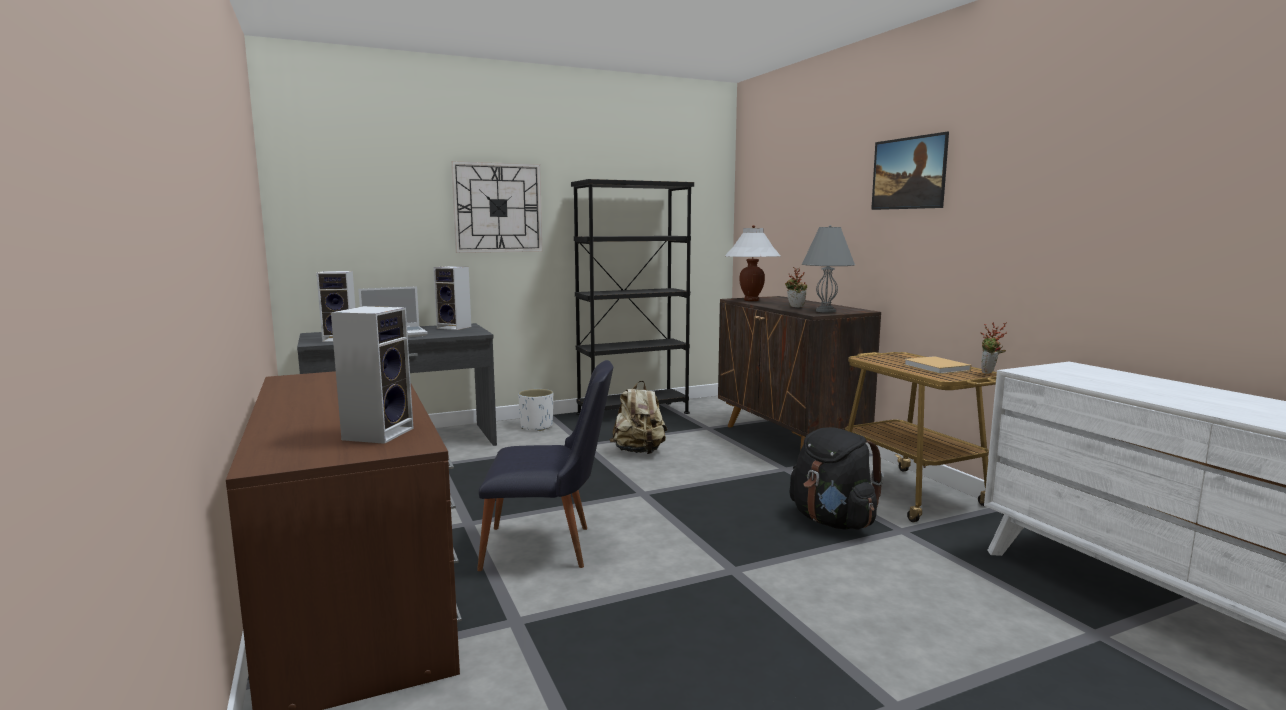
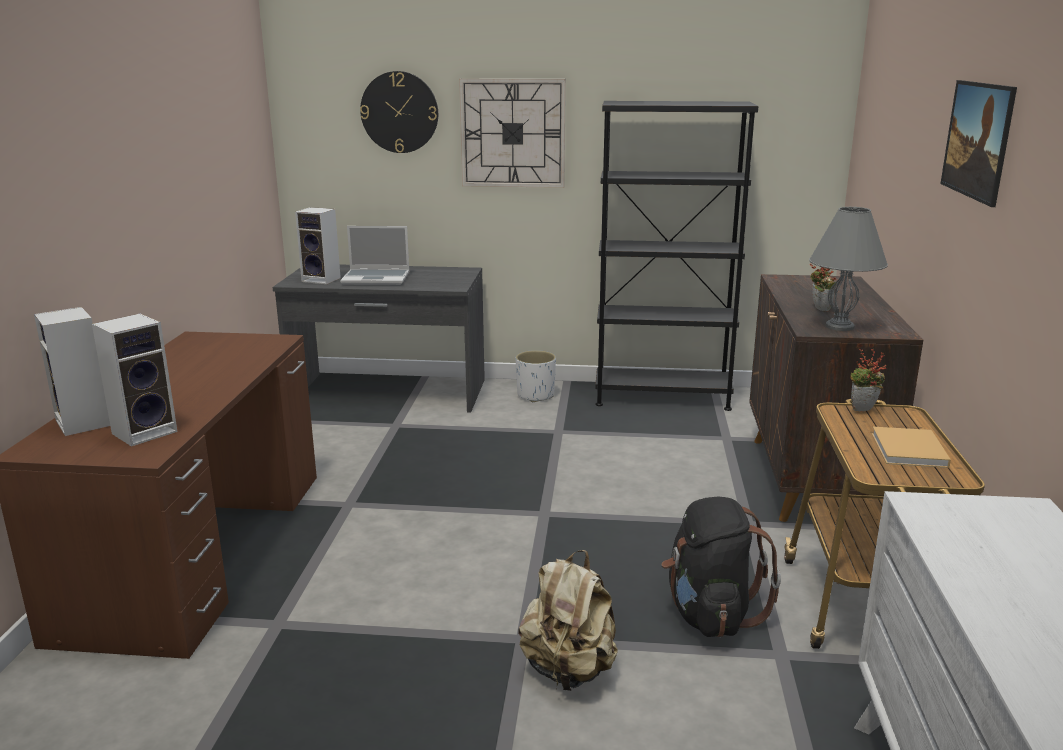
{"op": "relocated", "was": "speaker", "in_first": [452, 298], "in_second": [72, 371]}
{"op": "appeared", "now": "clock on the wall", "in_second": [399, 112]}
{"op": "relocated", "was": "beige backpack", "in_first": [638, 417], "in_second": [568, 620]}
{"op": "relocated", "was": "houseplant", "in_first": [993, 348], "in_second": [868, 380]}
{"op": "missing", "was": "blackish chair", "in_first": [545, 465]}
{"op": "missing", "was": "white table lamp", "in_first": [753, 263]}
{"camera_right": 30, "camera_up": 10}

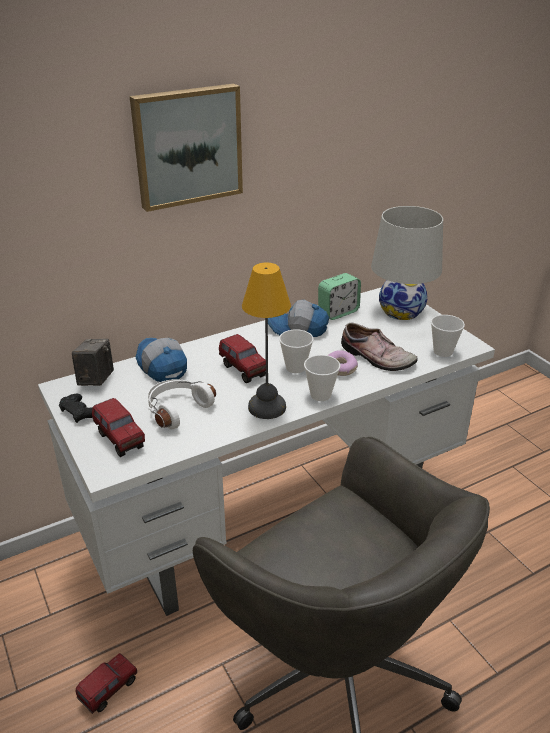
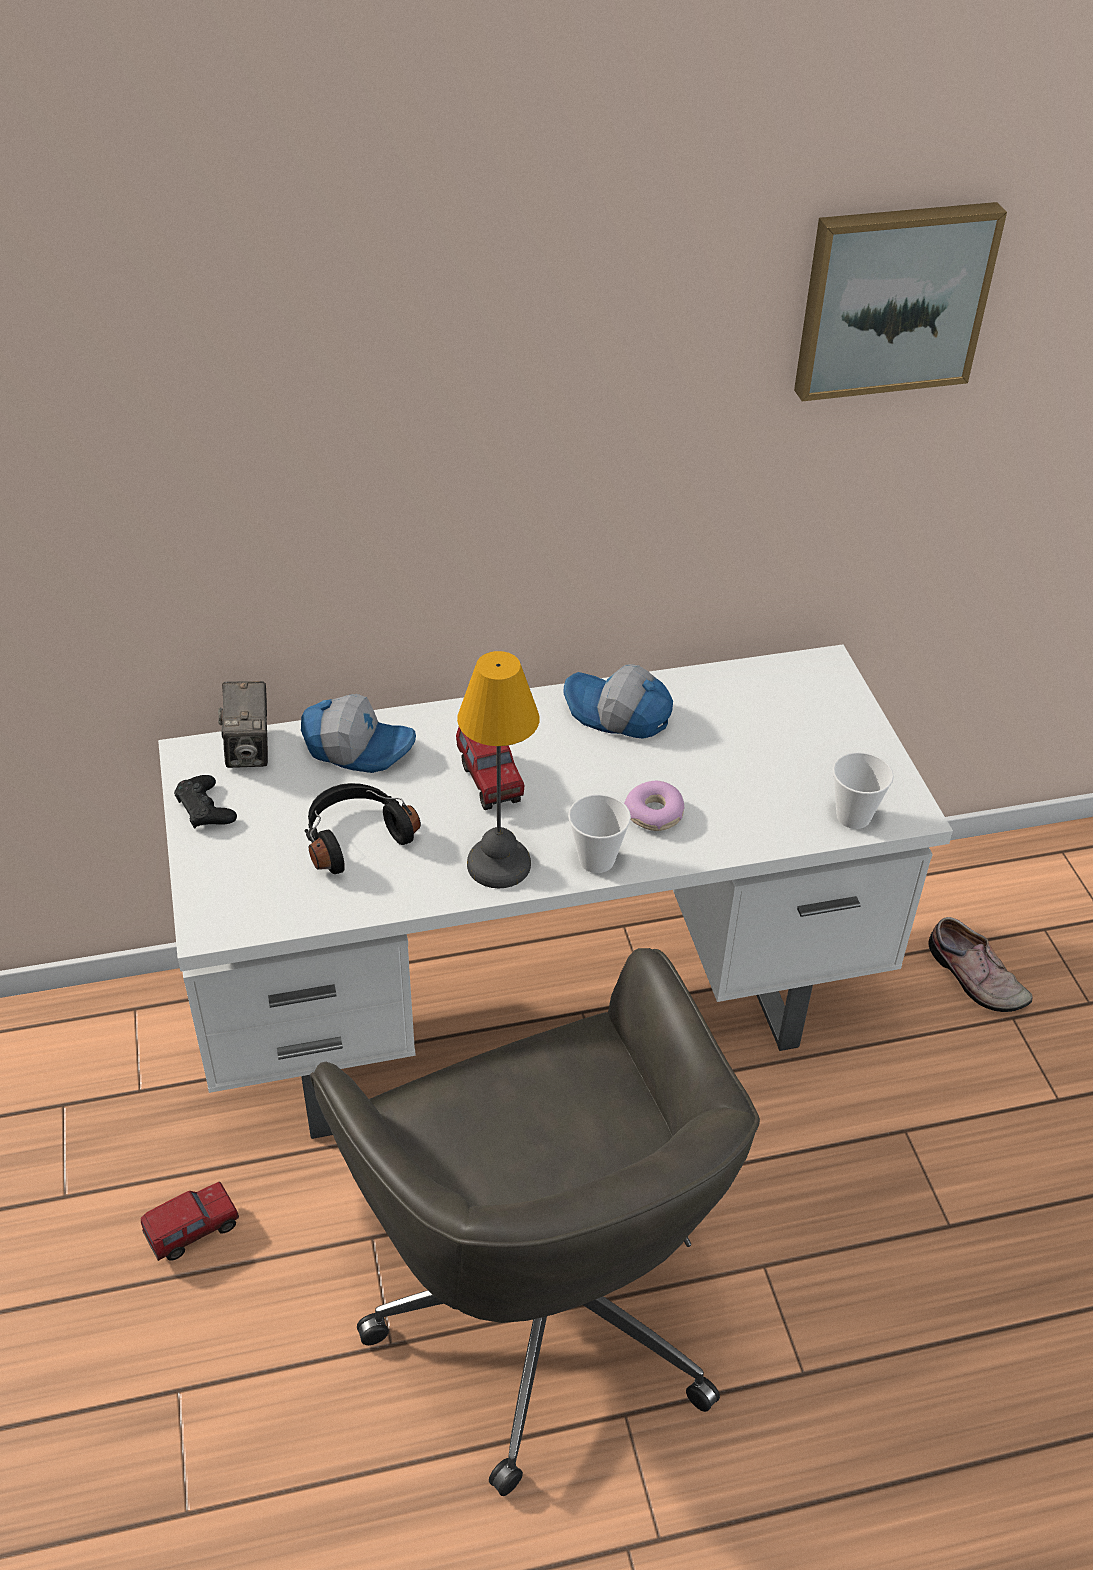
{"op": "spun", "was": "photo camera", "in_first": [93, 362], "in_second": [243, 724], "clockwise": 150}
{"op": "spun", "was": "baseball cap", "in_first": [161, 360], "in_second": [358, 733], "clockwise": 120}
{"op": "colour", "was": "white headset", "now": "blackish headset", "in_first": [182, 404], "in_second": [362, 828]}
{"op": "relocated", "was": "wall picture", "in_first": [186, 148], "in_second": [900, 301]}
{"op": "relocated", "was": "item of footwear", "in_first": [379, 347], "in_second": [980, 964]}
{"op": "missing", "was": "toy lorry", "in_first": [118, 427]}
{"op": "missing", "was": "cup", "in_first": [296, 351]}
{"op": "missing", "was": "alarm clock", "in_first": [339, 296]}
{"op": "missing", "was": "white table lamp", "in_first": [407, 263]}
{"camera_right": 15, "camera_up": 10}

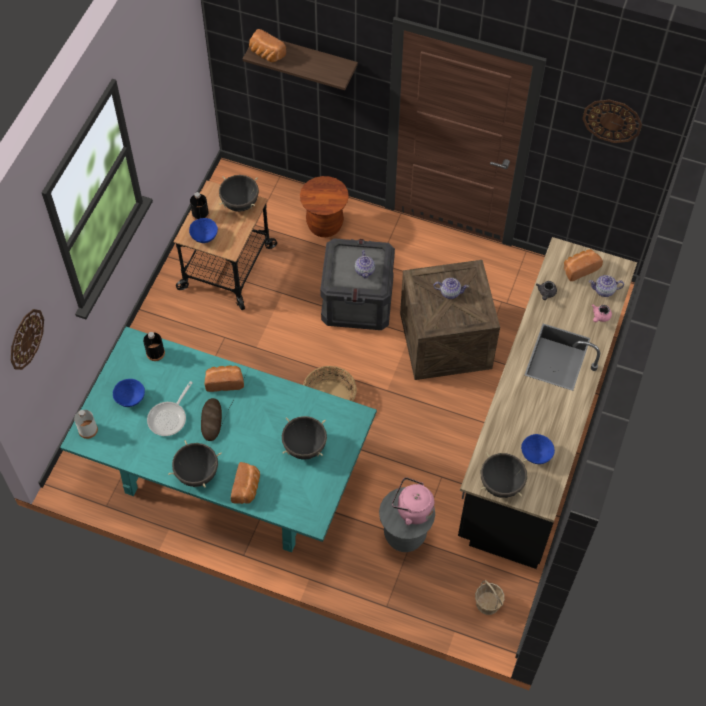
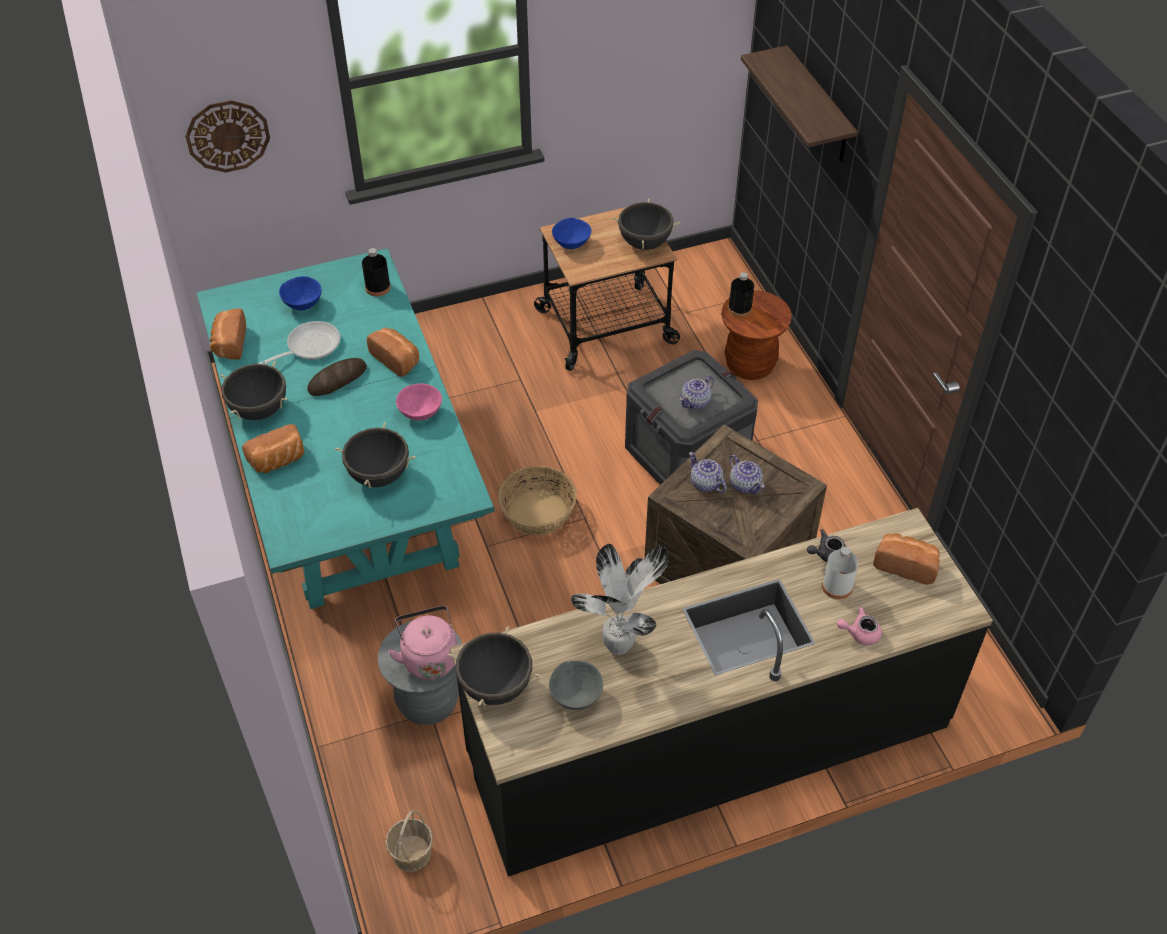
{"op": "relocated", "was": "bakery bread", "in_first": [267, 45], "in_second": [228, 334]}
{"op": "spun", "was": "skillet", "in_first": [170, 408], "in_second": [299, 342], "clockwise": 150}
{"op": "appeared", "now": "pink-coloured deep dish", "in_second": [419, 402]}
{"op": "colour", "was": "blue deep dish", "now": "gray deep dish", "in_first": [538, 449], "in_second": [576, 685]}
{"op": "appeared", "now": "houseplant", "in_second": [620, 599]}
{"op": "relocated", "was": "teapot", "in_first": [606, 286], "in_second": [708, 472]}
{"op": "relocated", "was": "blackish beverage bottle", "in_first": [199, 206], "in_second": [741, 294]}
{"op": "relocated", "was": "white beverage bottle", "in_first": [86, 424], "in_second": [840, 573]}
{"op": "missing", "was": "clock on the wall", "in_first": [612, 121]}
{"camera_right": 50, "camera_up": -10}

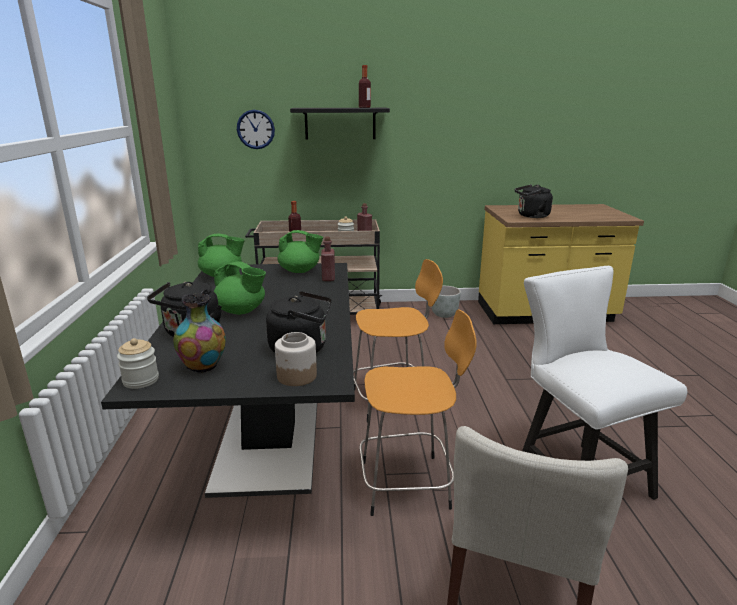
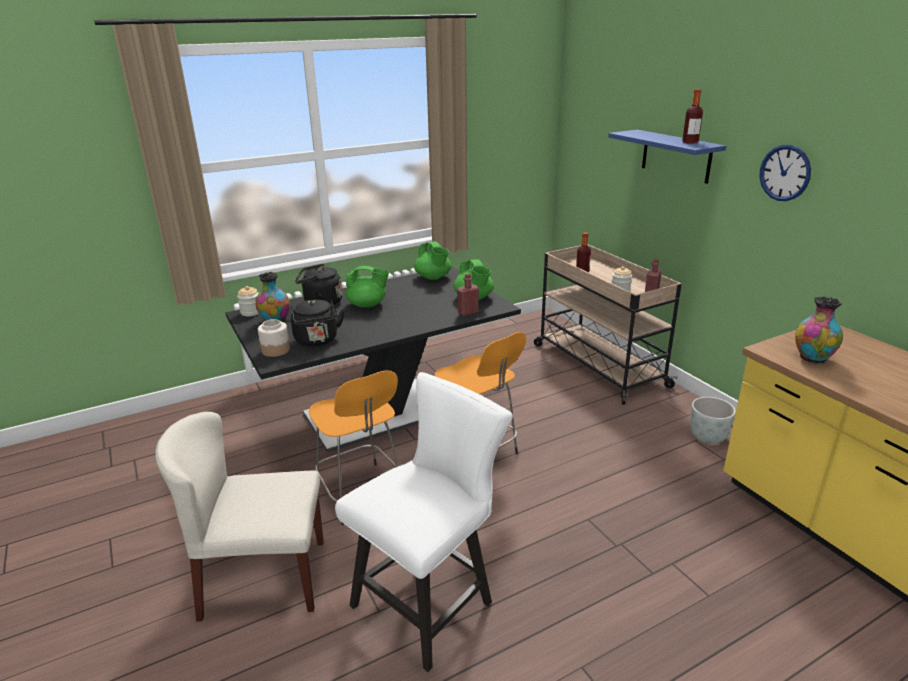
{"op": "spun", "was": "green teapot", "in_first": [240, 288], "in_second": [367, 287], "clockwise": -90}
{"op": "colour", "was": "blackish wall shelf", "now": "blue wall shelf", "in_first": [340, 124], "in_second": [667, 157]}
{"op": "relocated", "was": "clock on the wall", "in_first": [256, 129], "in_second": [785, 173]}
{"op": "exchanged", "was": "blackish tea kettle", "now": "vase", "in_first": [534, 201], "in_second": [819, 329]}
{"camera_right": 65, "camera_up": 5}

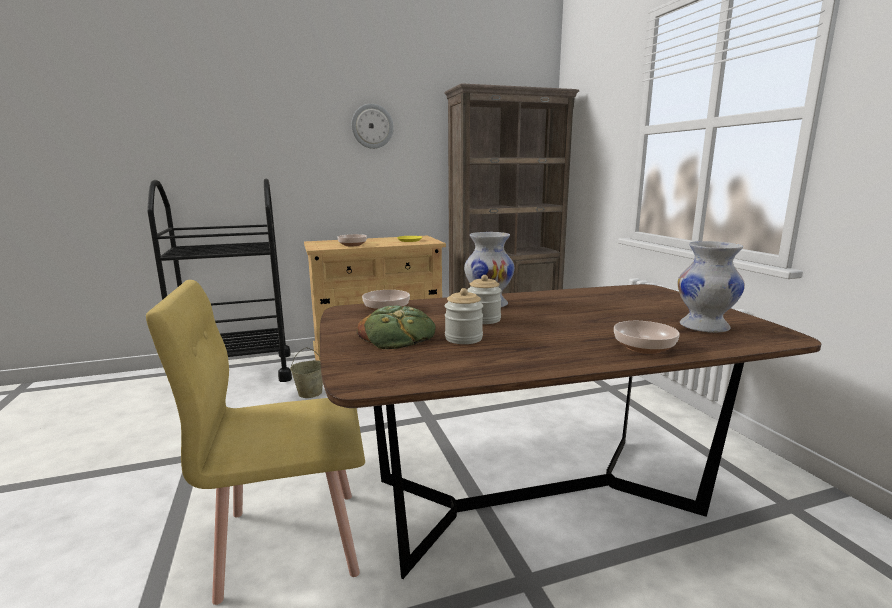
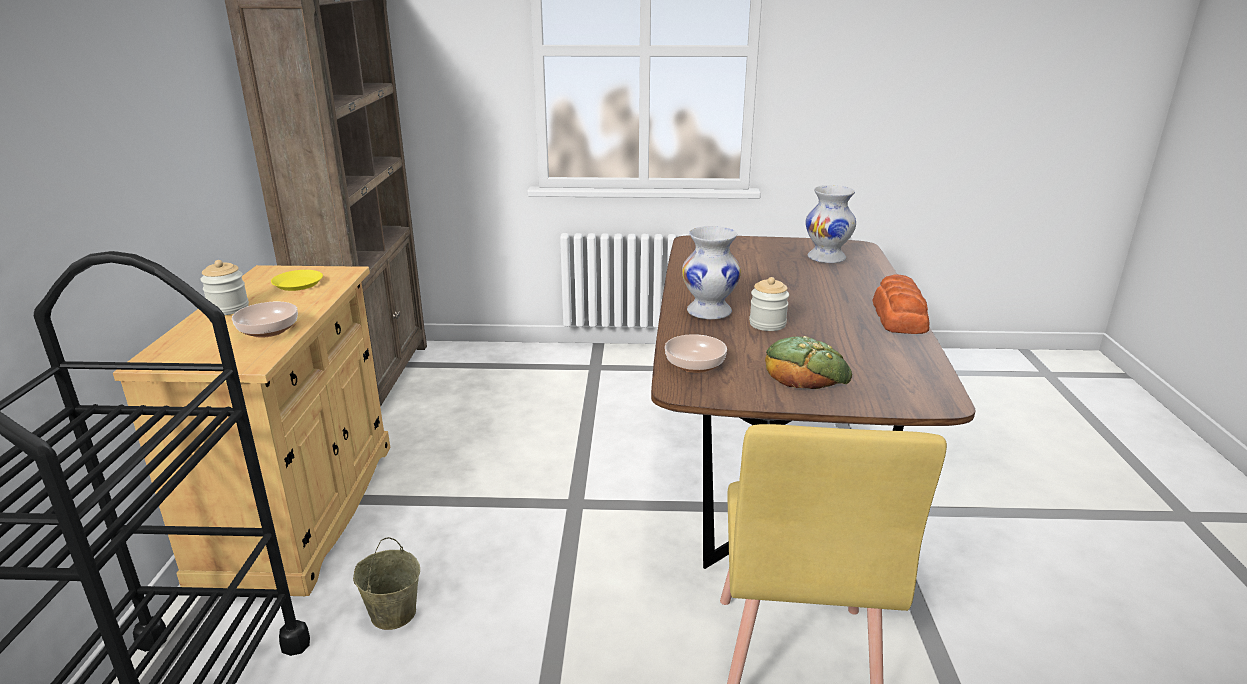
{"op": "relocated", "was": "jar", "in_first": [464, 316], "in_second": [224, 287]}
{"op": "appeared", "now": "bakery bread", "in_second": [901, 304]}
{"op": "missing", "was": "clock on the wall", "in_first": [372, 126]}
{"op": "missing", "was": "deep dish", "in_first": [647, 337]}
{"camera_right": -70, "camera_up": 10}

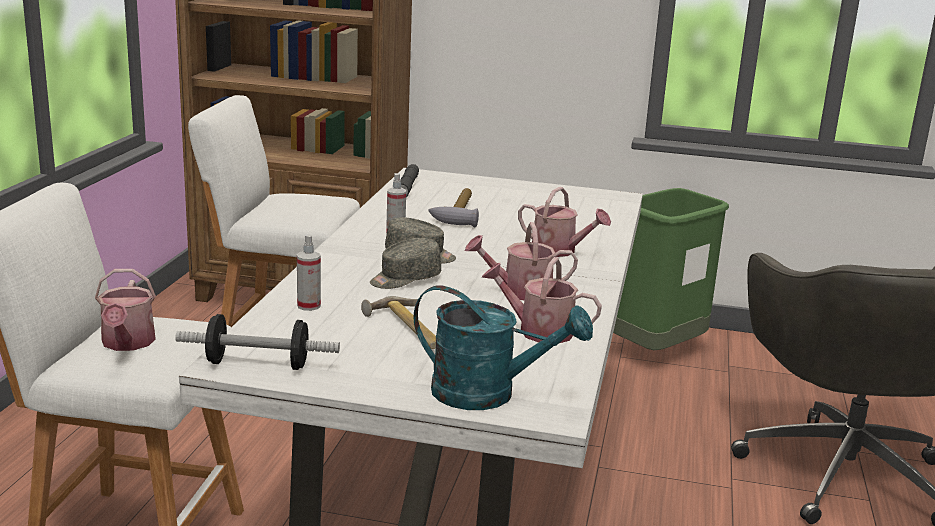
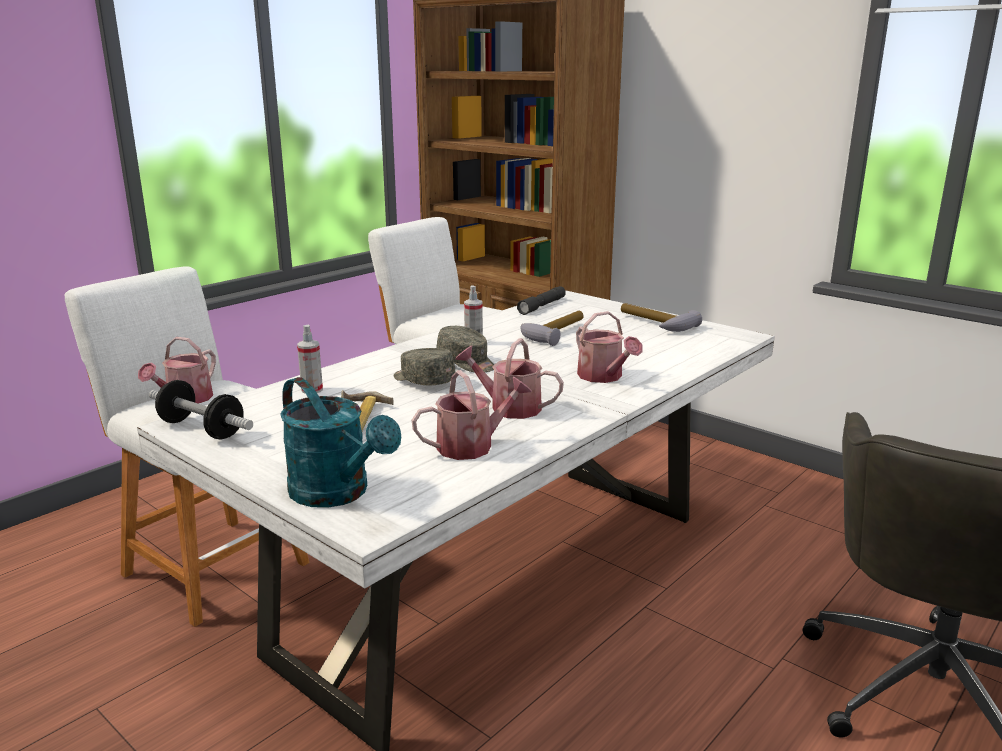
{"op": "spun", "was": "gray baseball cap", "in_first": [405, 263], "in_second": [424, 366], "clockwise": 45}
{"op": "spun", "was": "watering can", "in_first": [542, 300], "in_second": [472, 415], "clockwise": 105}
{"op": "appeared", "now": "hand hammer", "in_second": [661, 317]}
{"op": "missing", "was": "green trash can", "in_first": [671, 269]}
{"camera_right": 30, "camera_up": 0}

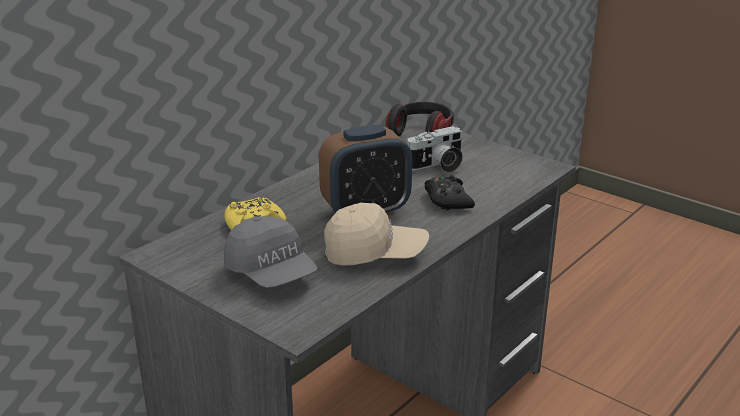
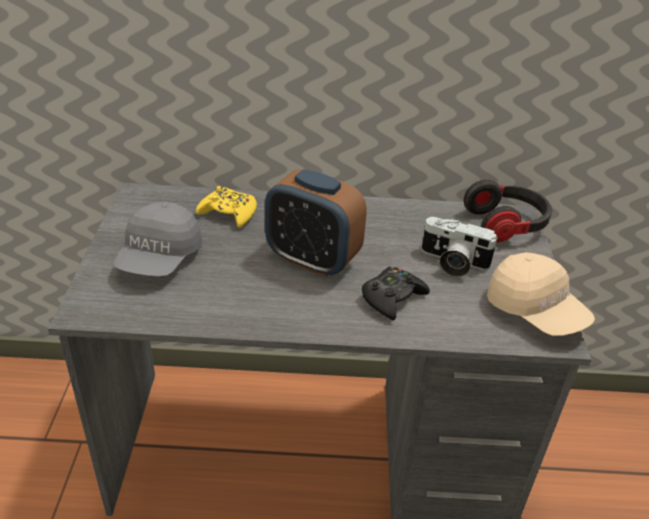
{"op": "relocated", "was": "beige baseball cap", "in_first": [376, 234], "in_second": [541, 294]}
{"camera_right": 50, "camera_up": 10}

